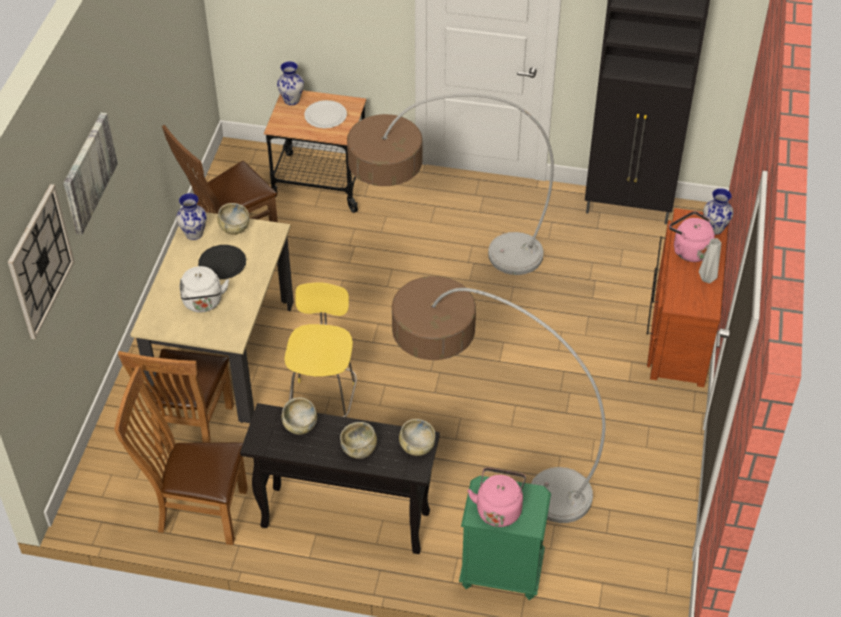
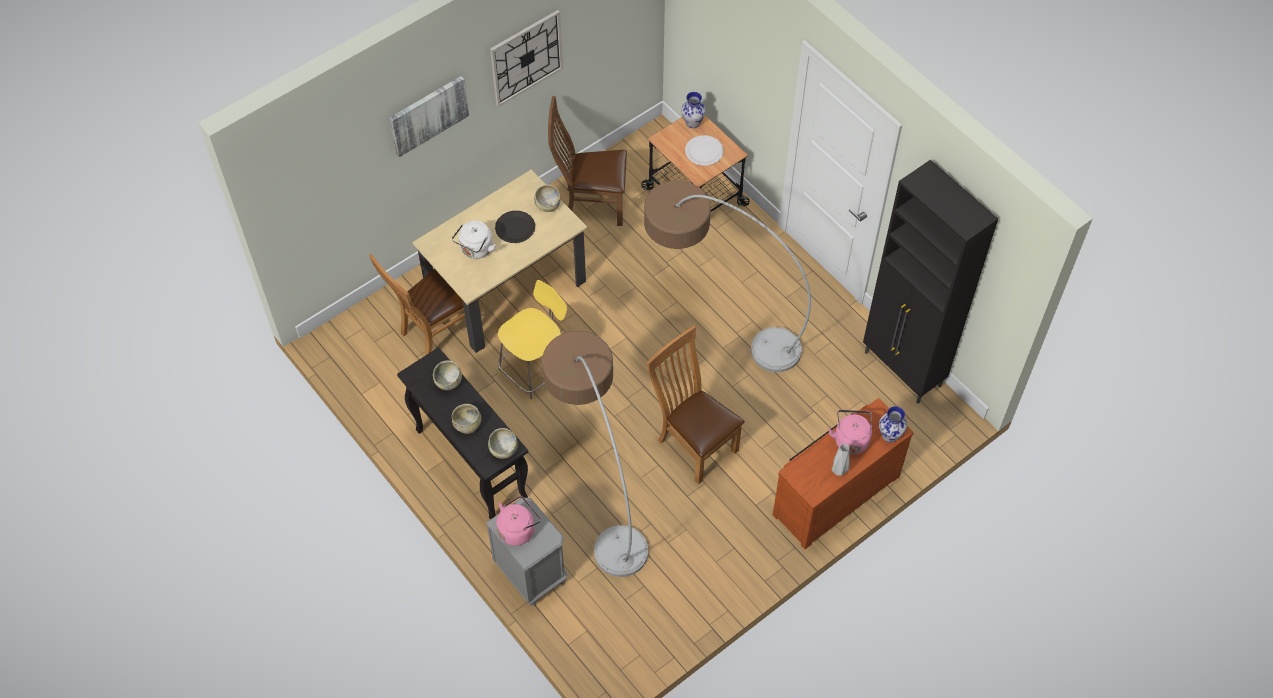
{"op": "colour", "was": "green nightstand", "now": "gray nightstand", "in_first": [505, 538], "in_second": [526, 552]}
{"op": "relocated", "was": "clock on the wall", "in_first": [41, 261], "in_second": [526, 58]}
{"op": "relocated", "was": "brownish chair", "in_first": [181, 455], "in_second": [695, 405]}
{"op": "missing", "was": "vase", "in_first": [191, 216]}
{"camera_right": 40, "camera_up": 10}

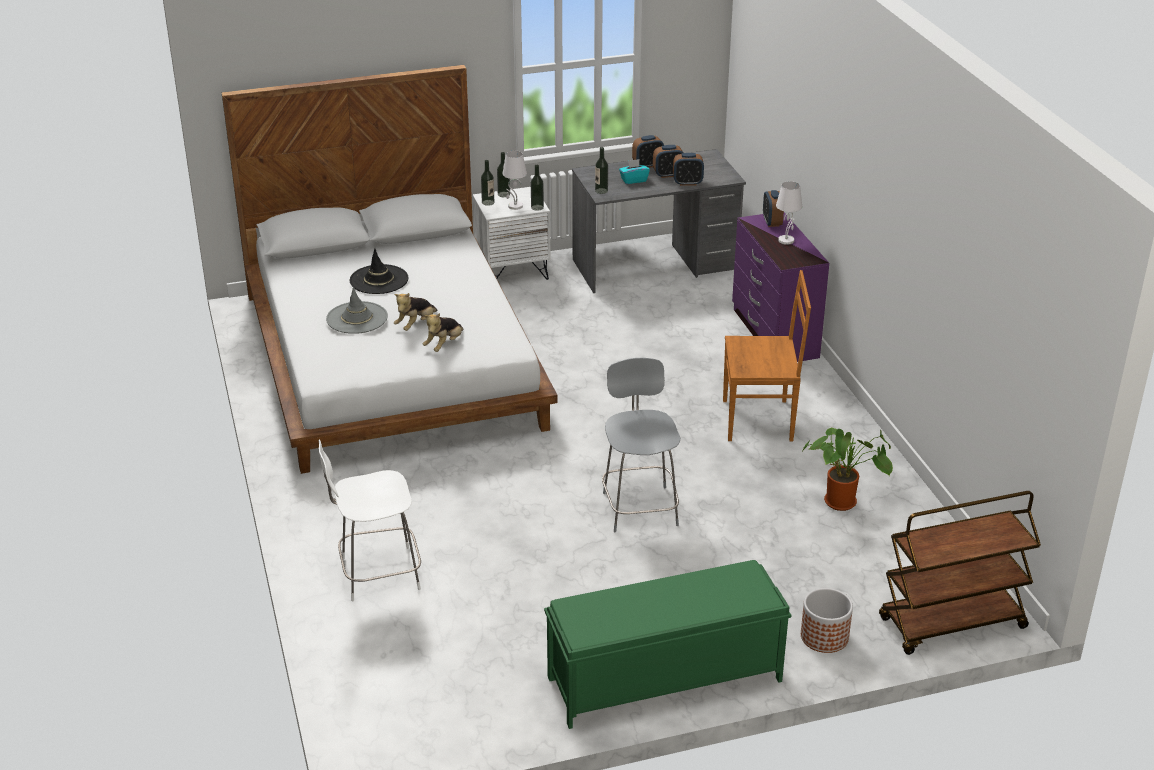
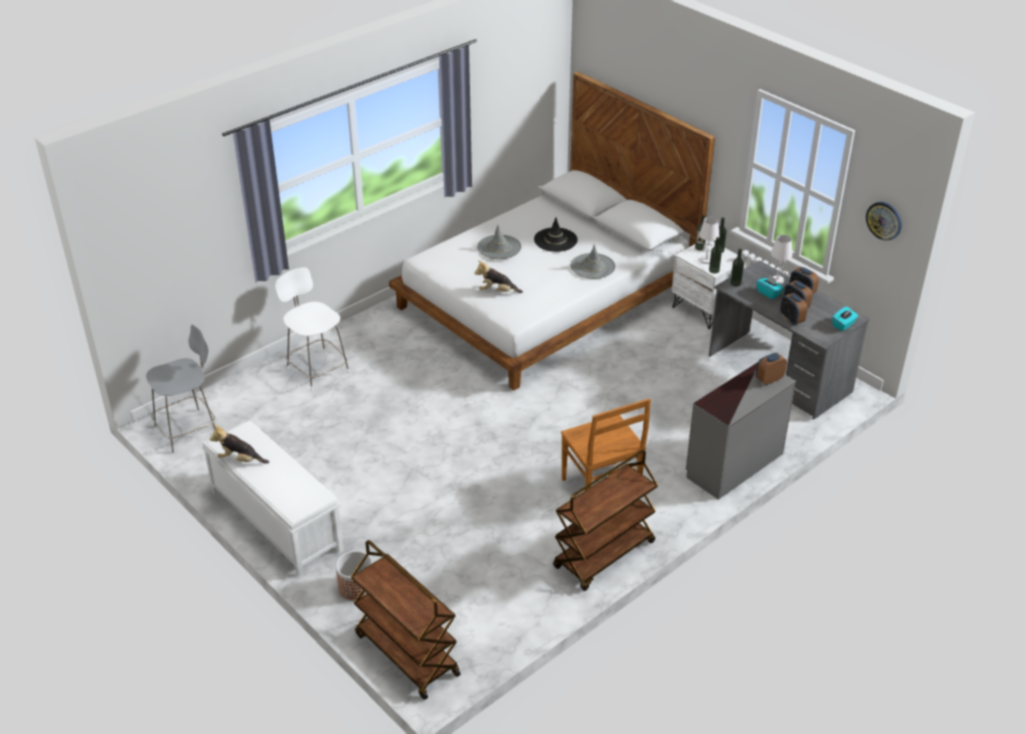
{"op": "relocated", "was": "gray chair", "in_first": [641, 445], "in_second": [181, 388]}
{"op": "colour", "was": "green bench", "now": "white bench", "in_first": [667, 644], "in_second": [273, 499]}
{"op": "relocated", "was": "cuddly toy", "in_first": [415, 312], "in_second": [239, 444]}
{"op": "appeared", "now": "brownish trolley", "in_second": [605, 520]}
{"op": "appeared", "now": "gray clothing hat", "in_second": [593, 261]}
{"op": "colour", "was": "purple-coloured dresser", "now": "gray dresser", "in_first": [780, 287], "in_second": [741, 431]}
{"op": "relocated", "was": "white table lamp", "in_first": [789, 213], "in_second": [781, 259]}
{"op": "appeared", "now": "blue-green tissue holder", "in_second": [845, 319]}
{"op": "appeared", "now": "clock on the wall", "in_second": [884, 221]}
{"op": "missing", "was": "houseplant", "in_first": [847, 469]}
{"camera_right": 65, "camera_up": 5}

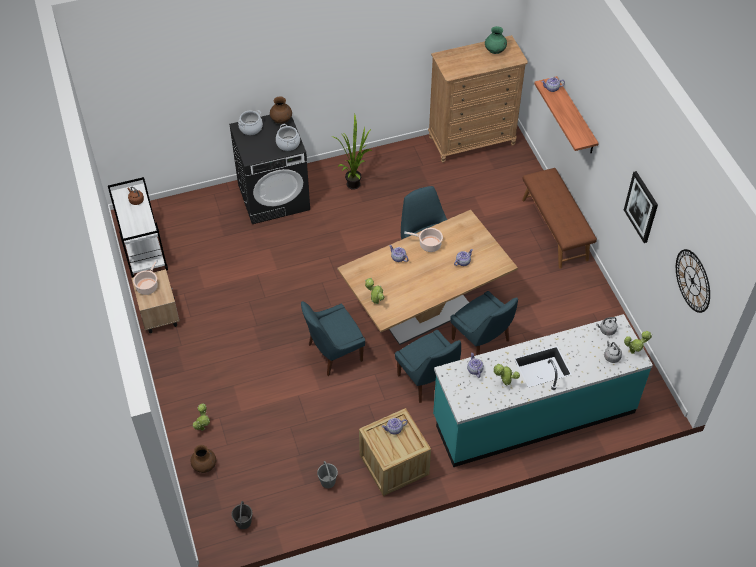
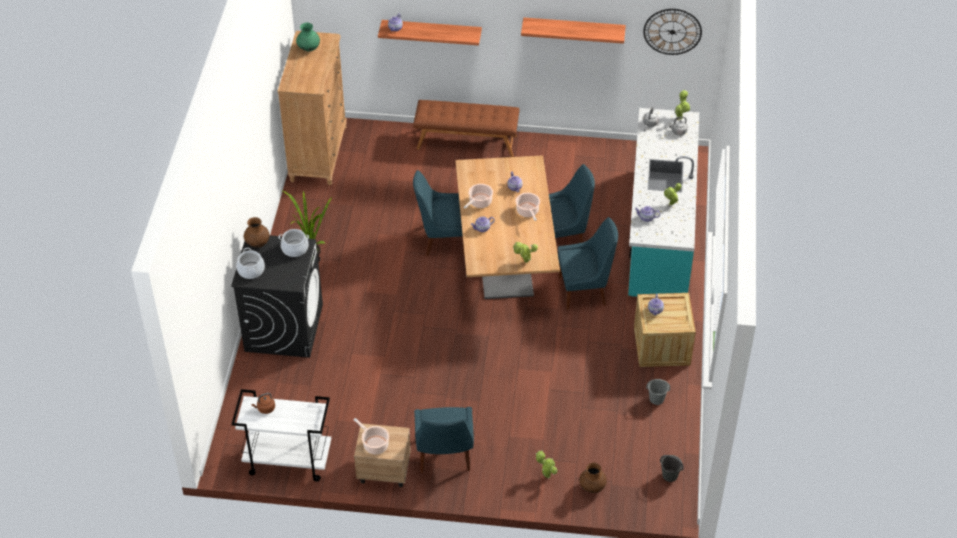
{"op": "relocated", "was": "blue chair", "in_first": [333, 338], "in_second": [444, 440]}
{"op": "appeared", "now": "stockpot", "in_second": [527, 207]}
{"op": "exchanged", "was": "wall picture", "now": "wall shelf", "in_first": [641, 207], "in_second": [573, 31]}
{"camera_right": -65, "camera_up": -5}

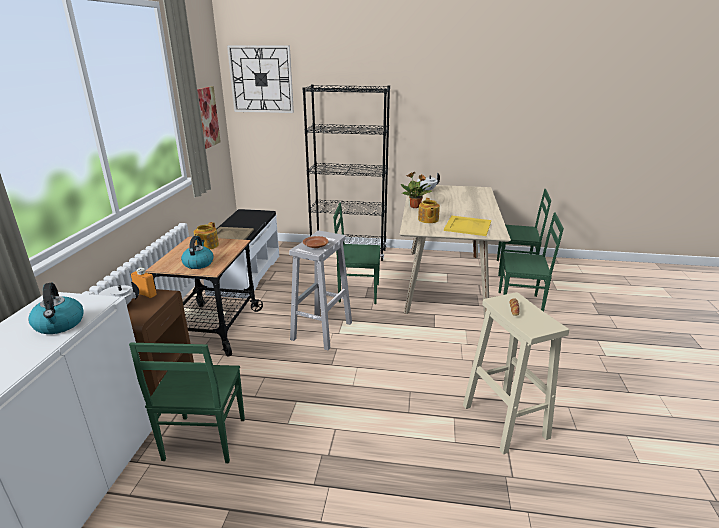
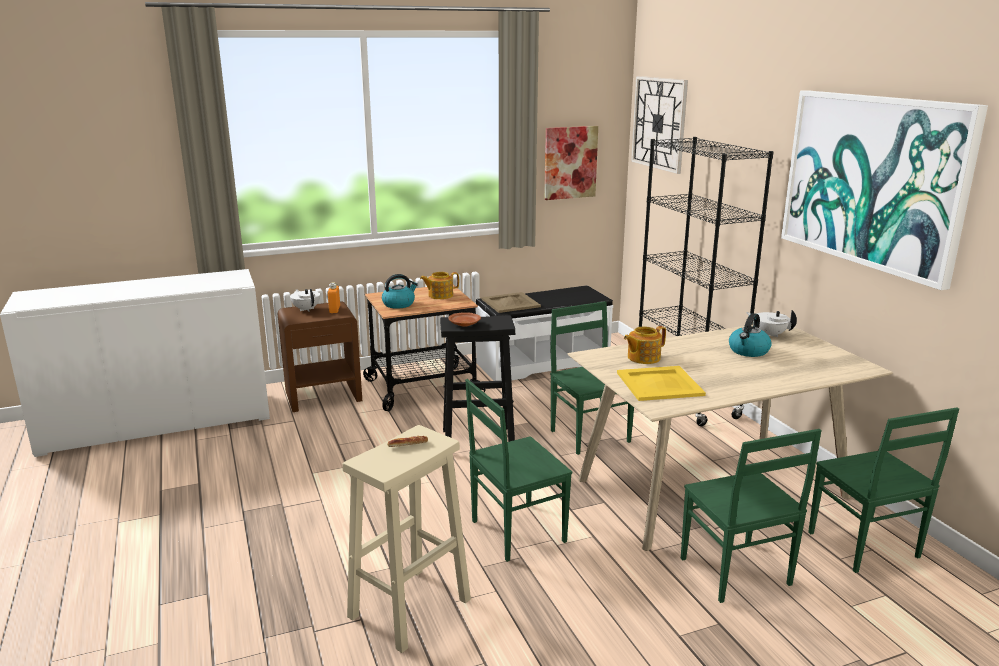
{"op": "colour", "was": "white stool seat", "now": "blackish stool seat", "in_first": [320, 290], "in_second": [477, 378]}
{"op": "relocated", "was": "green chair", "in_first": [187, 403], "in_second": [518, 470]}
{"op": "relocated", "was": "tea kettle", "in_first": [56, 308], "in_second": [750, 335]}
{"op": "appeared", "now": "wall picture", "in_second": [884, 190]}
{"op": "missing", "was": "houseplant", "in_first": [416, 190]}
{"camera_right": 60, "camera_up": -5}

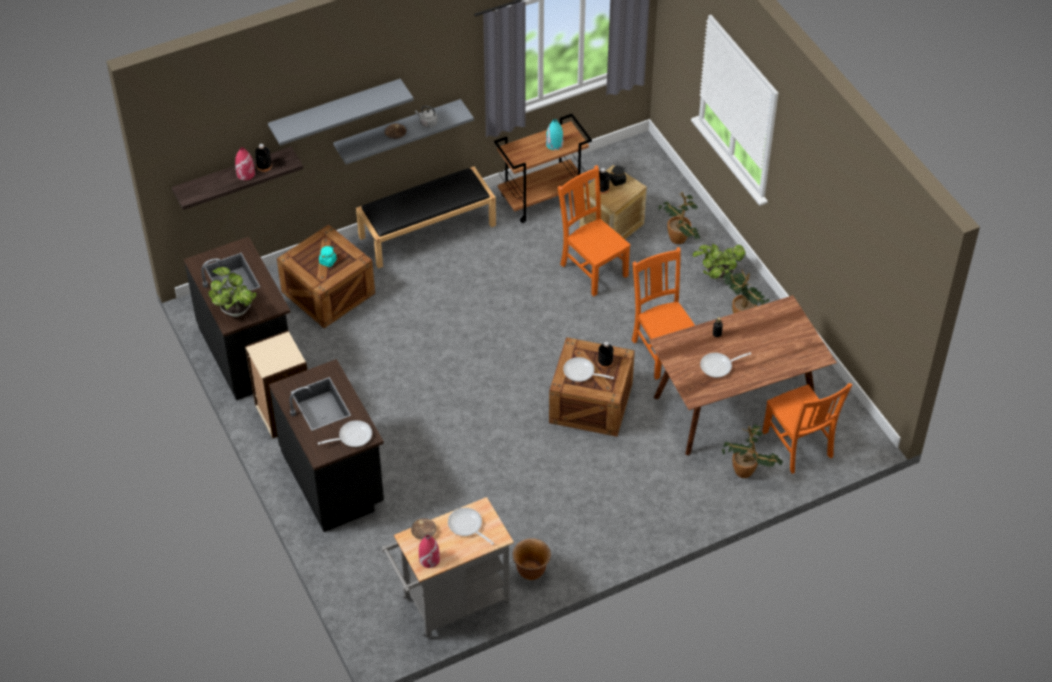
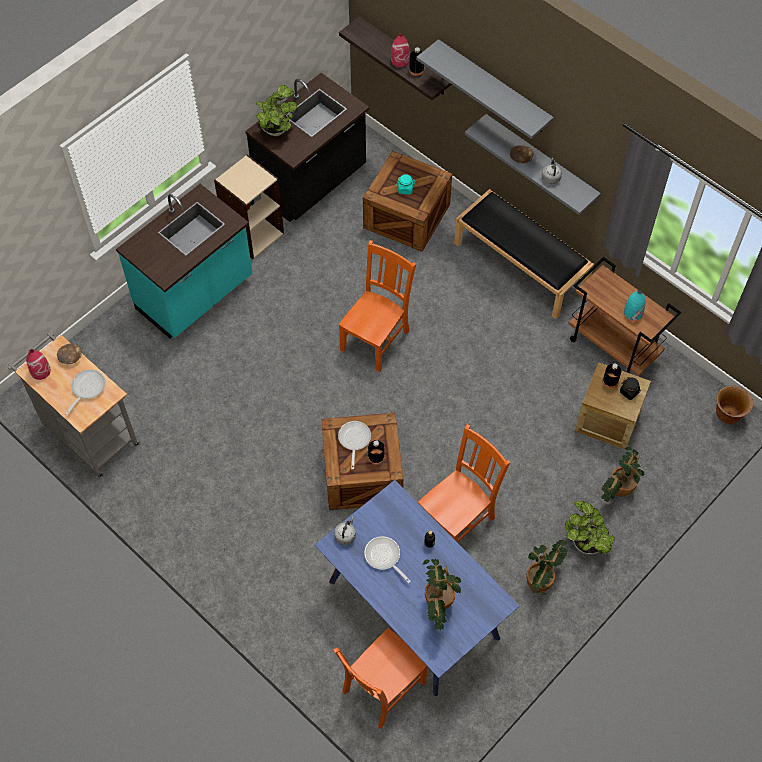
{"op": "colour", "was": "blackish counter", "now": "blue-green counter", "in_first": [326, 445], "in_second": [184, 261]}
{"op": "colour", "was": "brownish dinner table", "now": "blue dinner table", "in_first": [743, 375], "in_second": [417, 588]}
{"op": "appeared", "now": "gray tea kettle", "in_second": [345, 530]}
{"op": "relocated", "was": "orange-coloured chair", "in_first": [593, 231], "in_second": [377, 306]}
{"op": "relocated", "was": "houseplant", "in_first": [752, 451], "in_second": [442, 594]}
{"op": "relocated", "was": "brownish plant pot", "in_first": [532, 559], "in_second": [734, 404]}
{"op": "missing", "was": "skillet", "in_first": [345, 433]}
{"camera_right": 70, "camera_up": 10}

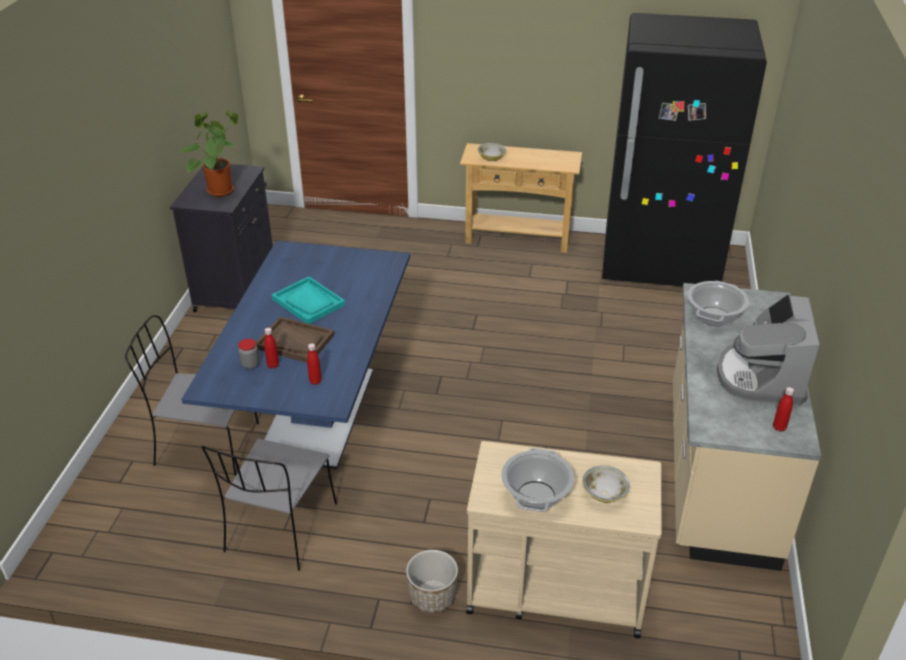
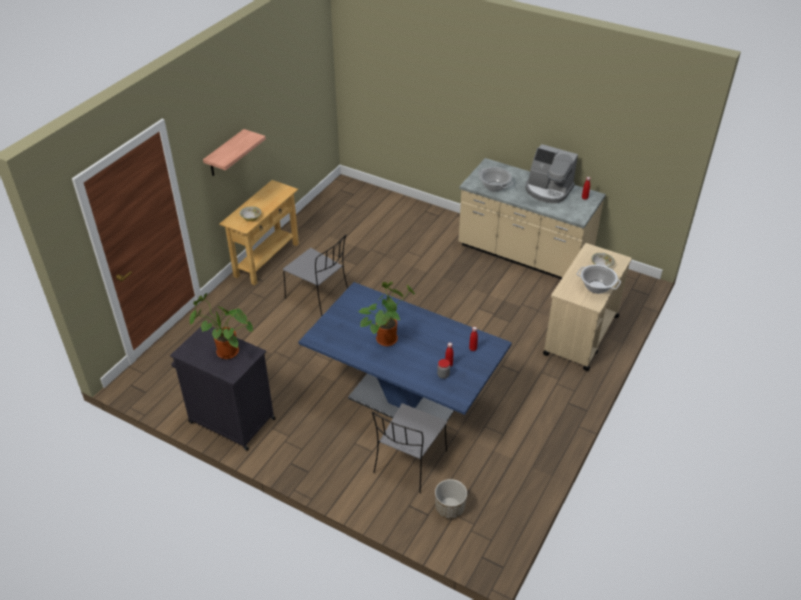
{"op": "appeared", "now": "wall shelf", "in_second": [234, 152]}
{"op": "relocated", "was": "gray chair", "in_first": [269, 505], "in_second": [315, 275]}
{"op": "exchanged", "was": "blue-green serving tray", "now": "houseplant", "in_first": [308, 300], "in_second": [386, 314]}
{"op": "relocated", "was": "plant pot", "in_first": [432, 581], "in_second": [451, 499]}
{"op": "missing", "was": "brownish serving tray", "in_first": [295, 340]}
{"op": "missing", "was": "blackish kitchen fridge", "in_first": [684, 150]}
{"camera_right": -70, "camera_up": 5}

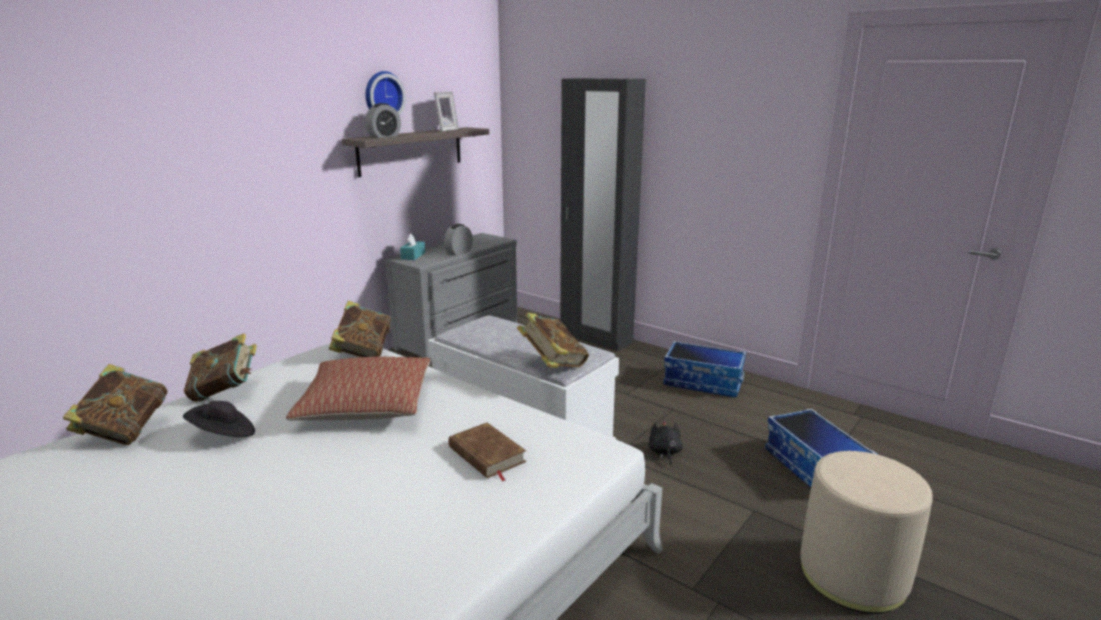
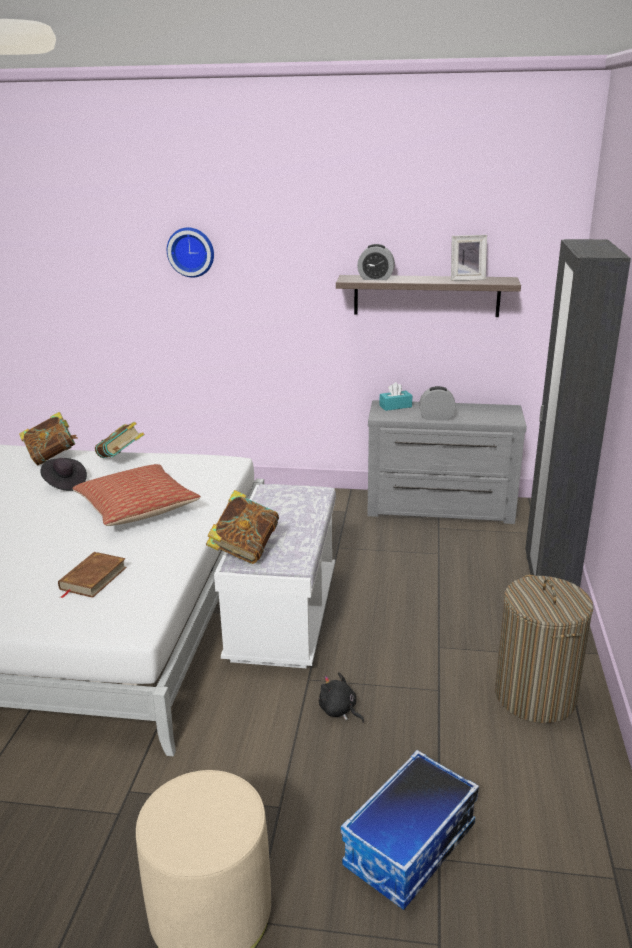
{"op": "relocated", "was": "clock on the wall", "in_first": [385, 93], "in_second": [190, 253]}
{"op": "spun", "was": "blackish cuddly toy", "in_first": [666, 442], "in_second": [341, 697], "clockwise": -105}
{"op": "exchanged", "was": "storage bin", "now": "hamper", "in_first": [704, 369], "in_second": [544, 649]}
{"op": "missing", "was": "bound book", "in_first": [360, 329]}
{"camera_right": 60, "camera_up": 5}

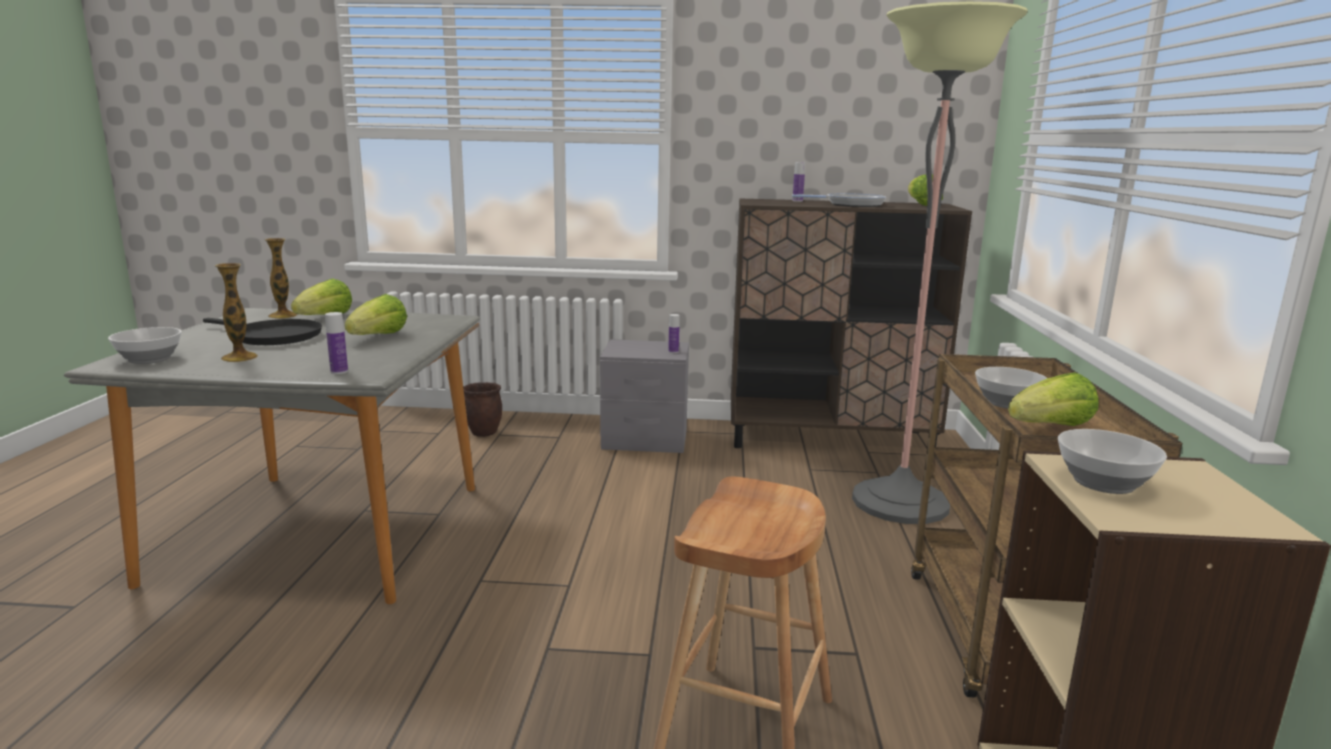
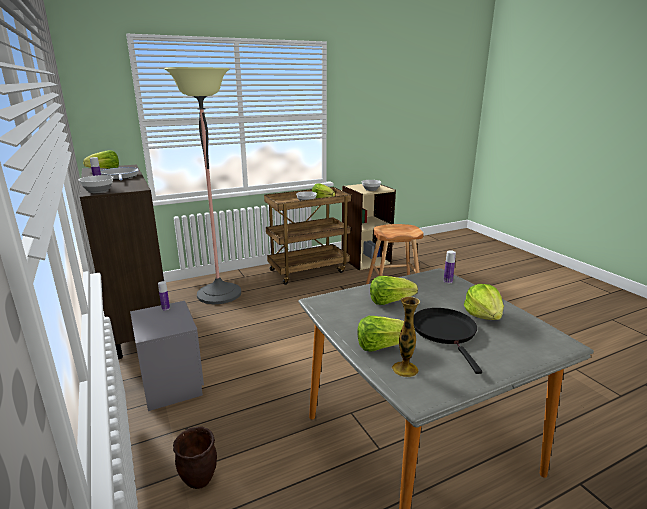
{"op": "relocated", "was": "deep dish", "in_first": [145, 345], "in_second": [96, 184]}
{"op": "exchanged", "was": "vase", "now": "lettuce", "in_first": [236, 312], "in_second": [484, 302]}
{"camera_right": -120, "camera_up": 5}

